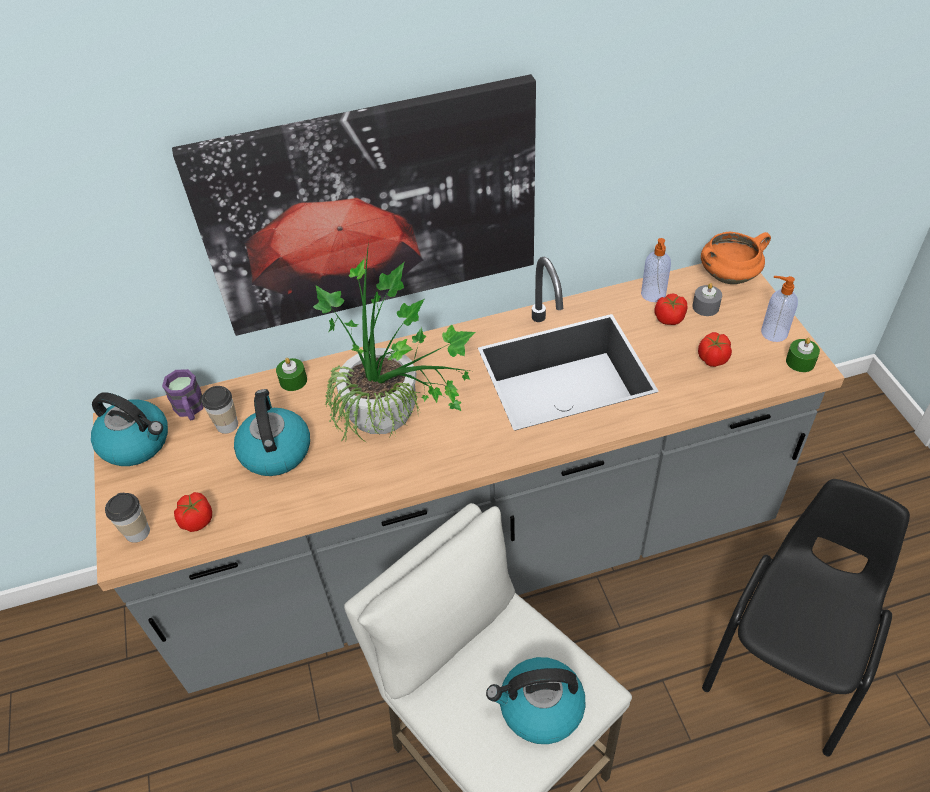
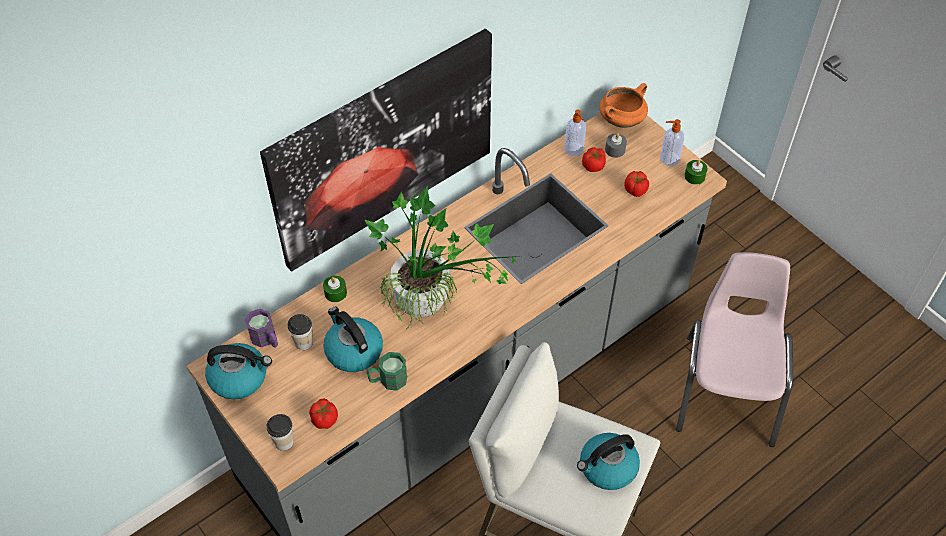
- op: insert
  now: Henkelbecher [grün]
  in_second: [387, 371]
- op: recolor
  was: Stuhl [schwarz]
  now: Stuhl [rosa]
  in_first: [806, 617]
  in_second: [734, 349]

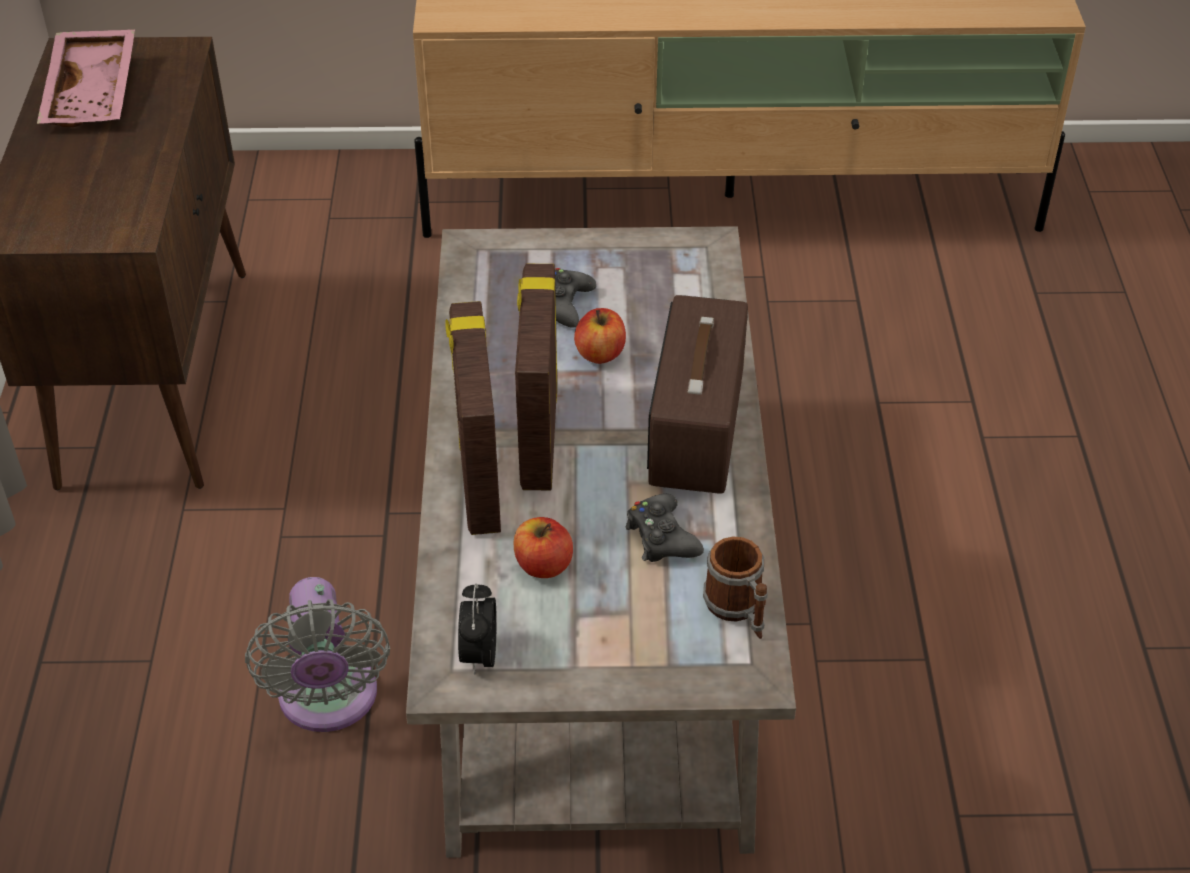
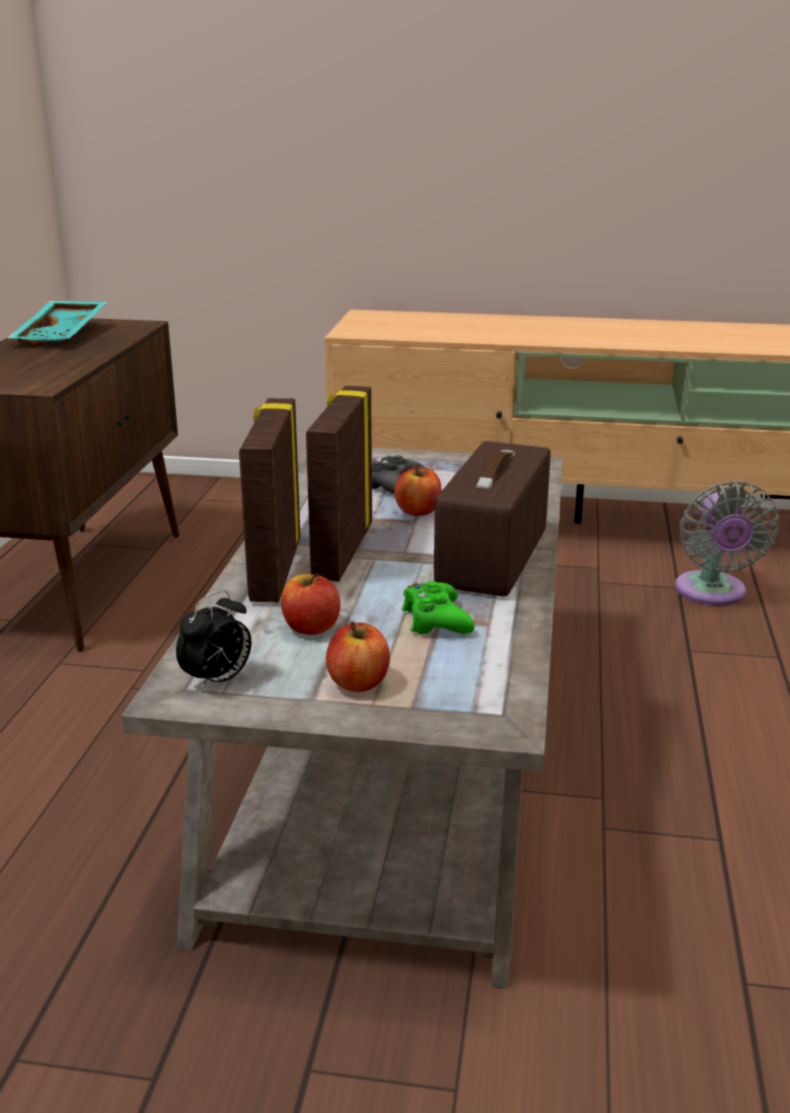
- op: delete
  was: Henkelbecher
  in_first: [735, 587]
- op: insert
  now: Apfel
  in_second: [358, 657]
- op: move
  was: Ventilator [grau]
  in_first: [317, 654]
  in_second: [727, 543]
- op: recolor
  was: Tablett [rosa]
  now: Tablett [türkis]
  in_first: [86, 78]
  in_second: [56, 324]
- op: recolor
  was: Gamepad [schwarz]
  now: Gamepad [grün]
  in_first: [664, 528]
  in_second: [438, 607]
- op: rotate
  was: Wecker
  in_first: [477, 629]
  in_second: [213, 641]
  clockwise: -150

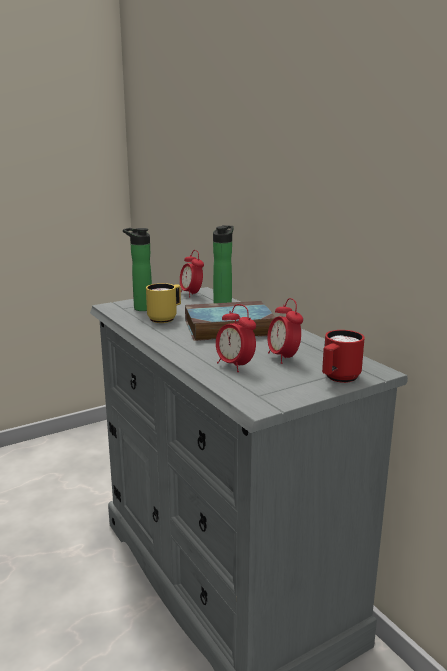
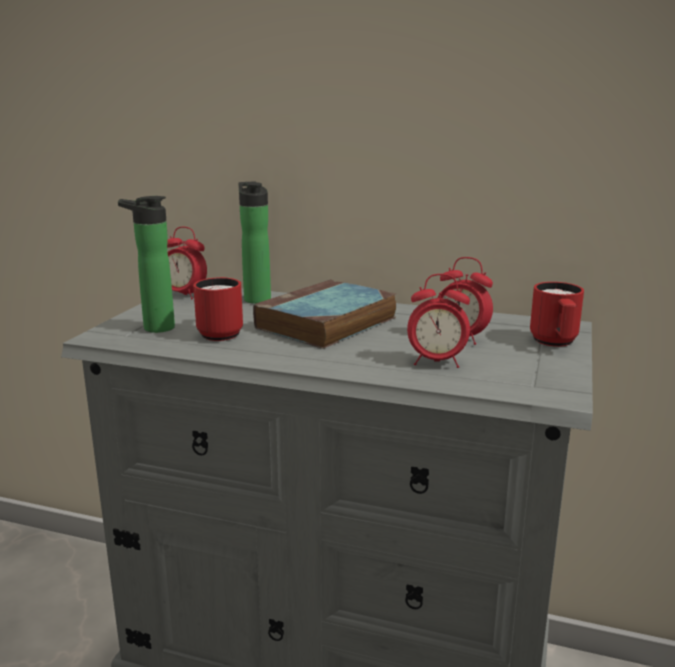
- op: recolor
  was: Henkelbecher [gelb]
  now: Henkelbecher [rot]
  in_first: [163, 303]
  in_second: [218, 309]

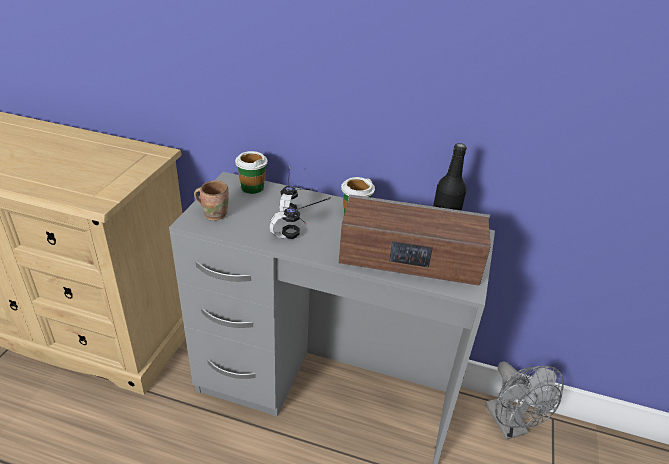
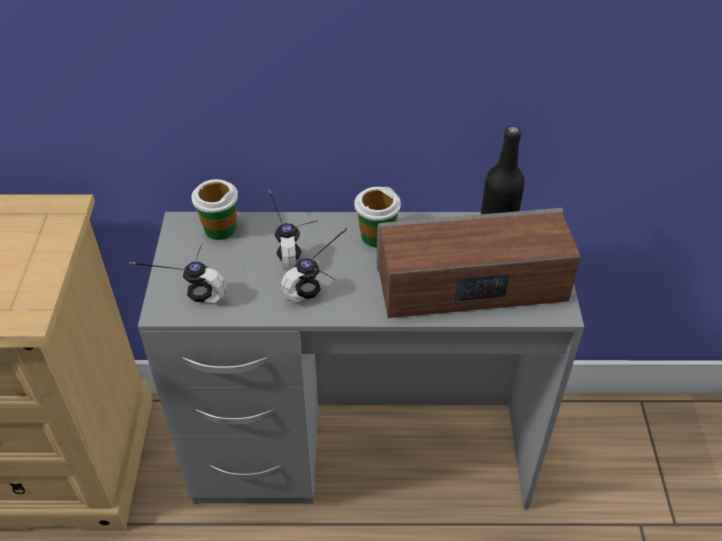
- op: delete
  was: Ventilator [grau]
  in_first: [524, 400]
- op: replace
  was: Henkelbecher [braun]
  now: Kopfhörer
  in_first: [211, 201]
  in_second: [177, 273]

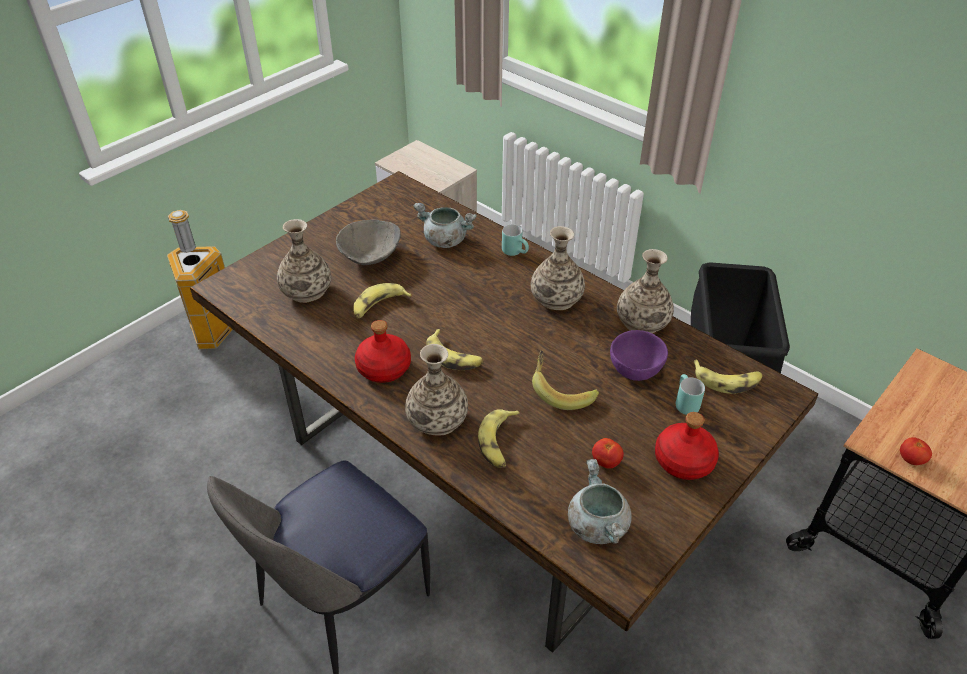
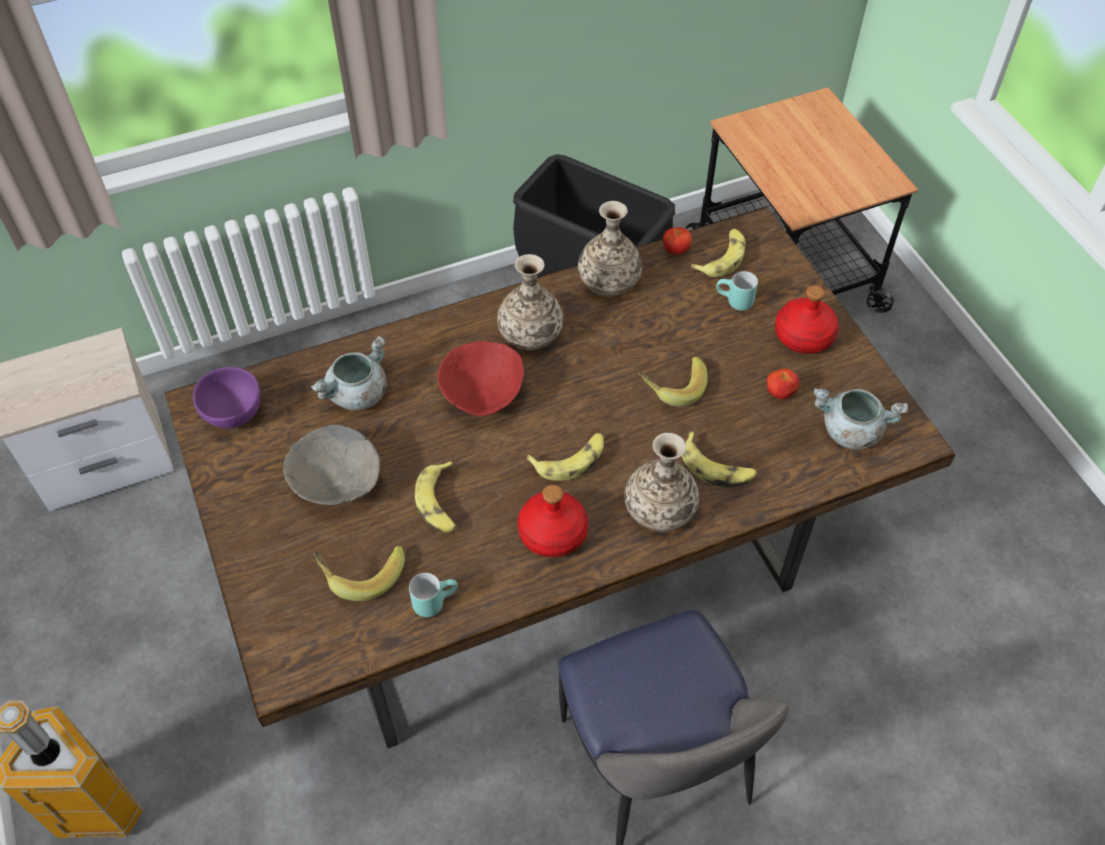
- op: insert
  now: Schüssel [rot]
  in_second: [480, 378]
- op: move
  was: Henkelbecher [türkis]
  in_first: [515, 240]
  in_second: [433, 595]
- op: move
  was: Schüssel [lila]
  in_first: [639, 355]
  in_second: [226, 398]
- op: move
  was: Tomate
  in_first: [916, 451]
  in_second: [677, 241]
- op: replace
  was: Vase
  now: Banane
  in_first: [304, 261]
  in_second: [359, 573]

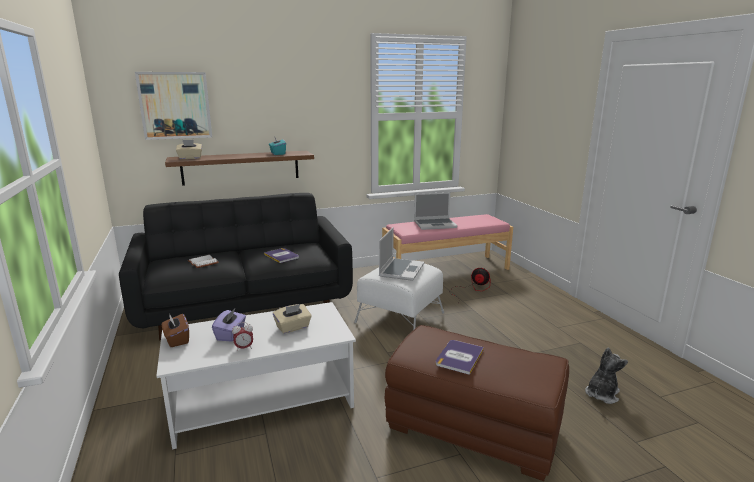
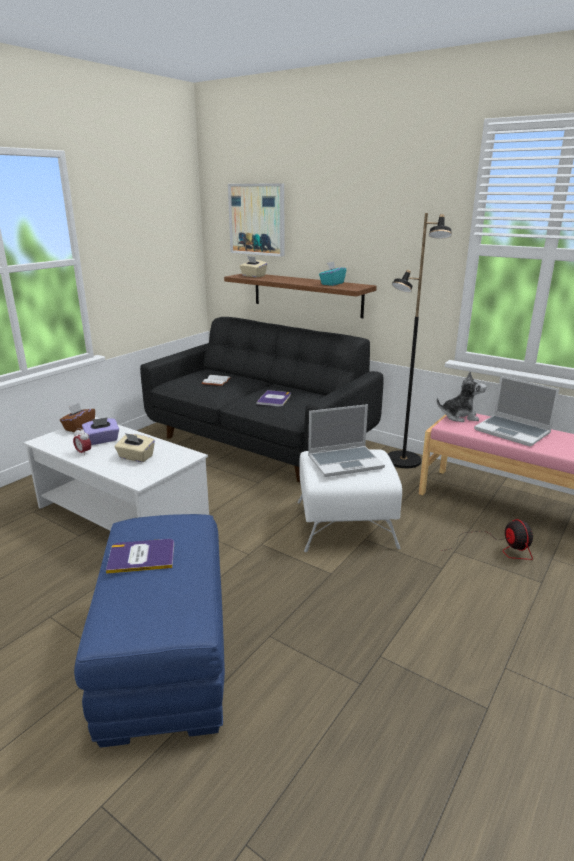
- op: insert
  now: Stehlampe [schwarz]
  in_second: [420, 340]
- op: move
  was: Plüschtier
  in_first: [606, 375]
  in_second: [461, 396]
- op: recolor
  was: Polsterhocker [braun]
  now: Polsterhocker [blau]
  in_first: [477, 403]
  in_second: [149, 631]

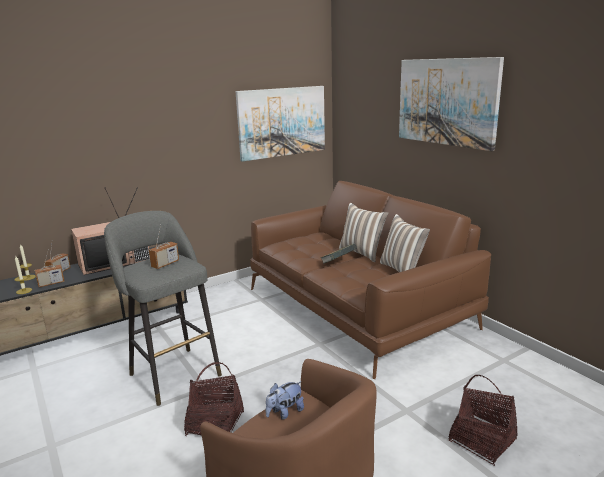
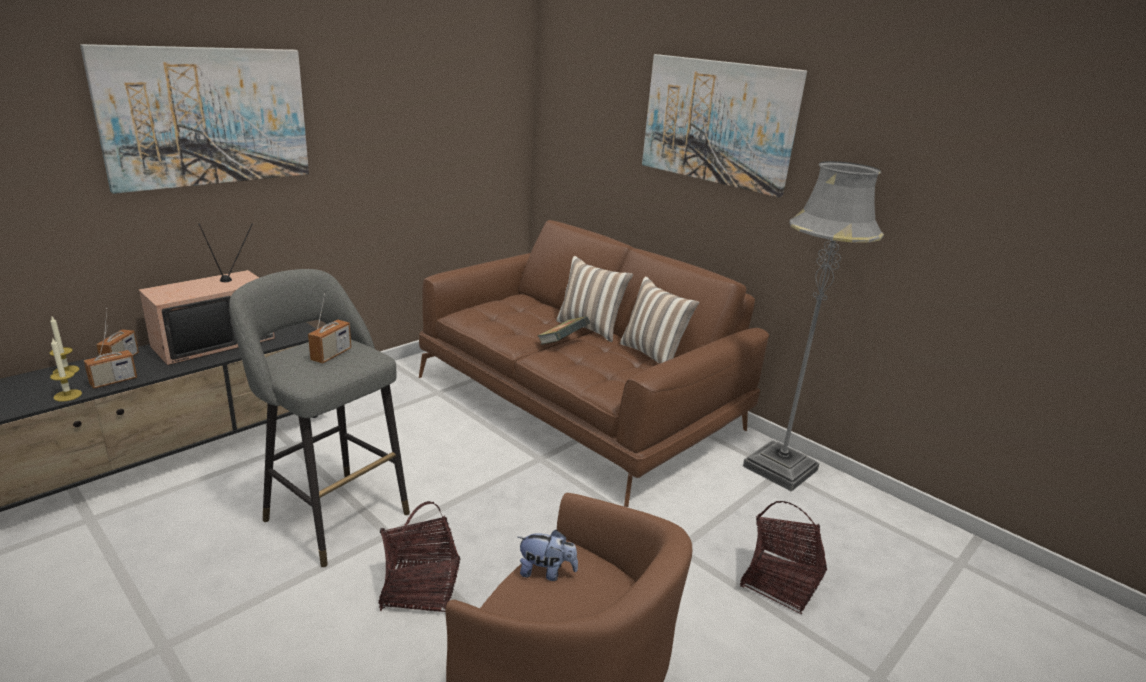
- op: insert
  now: Stehlampe [grau]
  in_second: [813, 326]
- op: move
  was: Bild
  in_first: [280, 124]
  in_second: [194, 119]
- op: rotate
  was: Plüschtier
  in_first: [285, 400]
  in_second: [548, 555]
  clockwise: -120

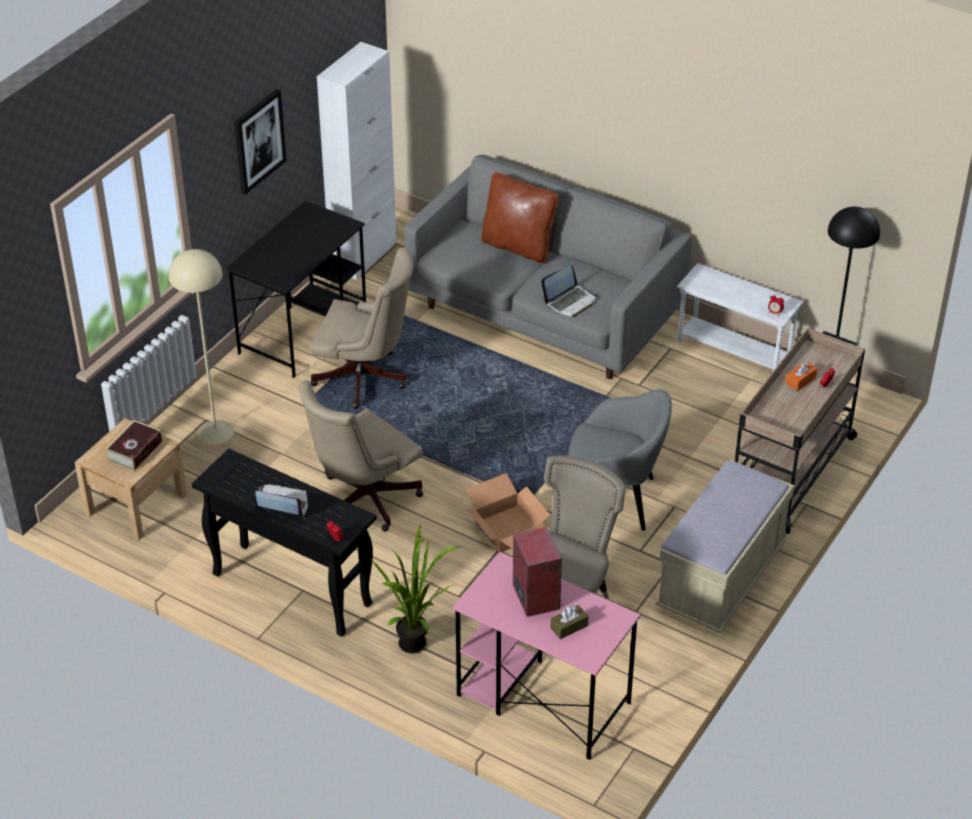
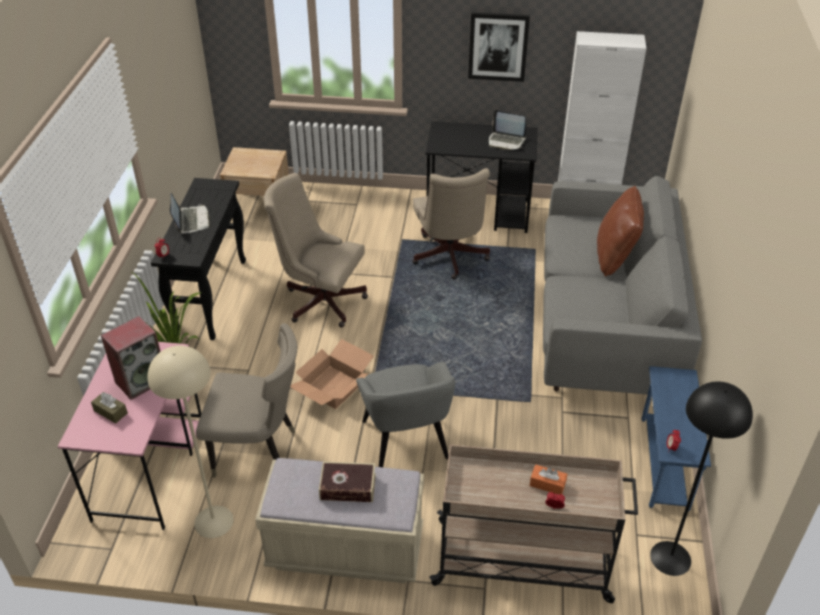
- op: move
  was: Buch
  in_first: [133, 445]
  in_second: [347, 481]
- op: move
  was: Stehlampe [beige]
  in_first: [201, 347]
  in_second: [190, 442]
- op: move
  was: Laptop
  in_first: [569, 290]
  in_second: [507, 130]
- op: recolor
  was: Beistelltisch [weiß]
  now: Beistelltisch [blau]
  in_first: [740, 317]
  in_second: [676, 438]

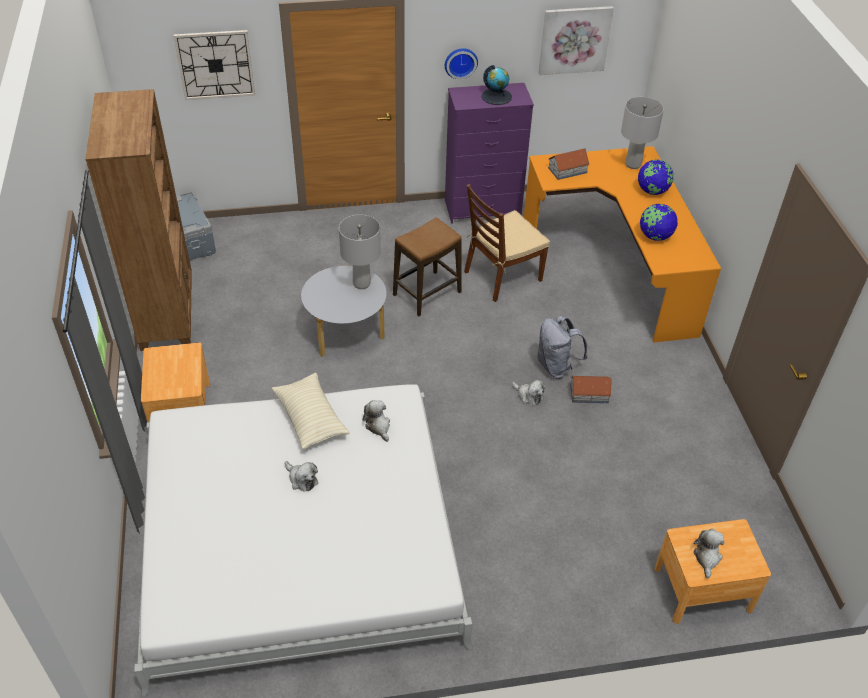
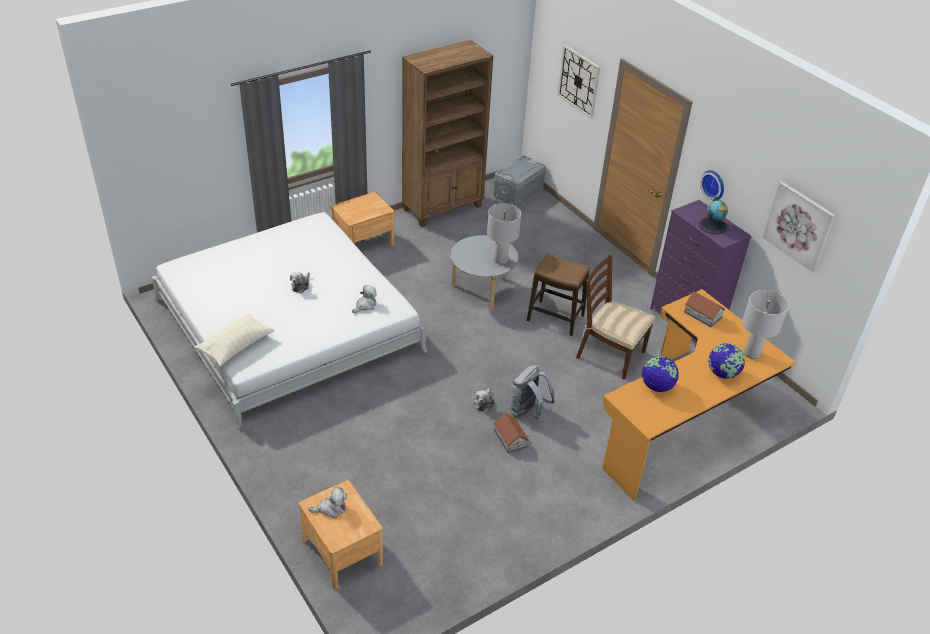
- op: move
  was: Kissen [beige]
  in_first: [310, 411]
  in_second: [234, 340]

